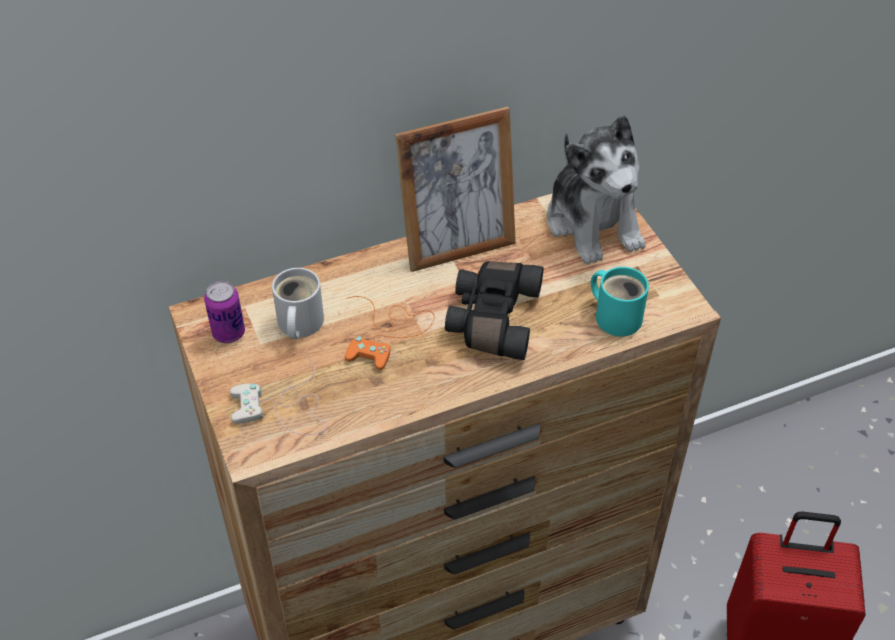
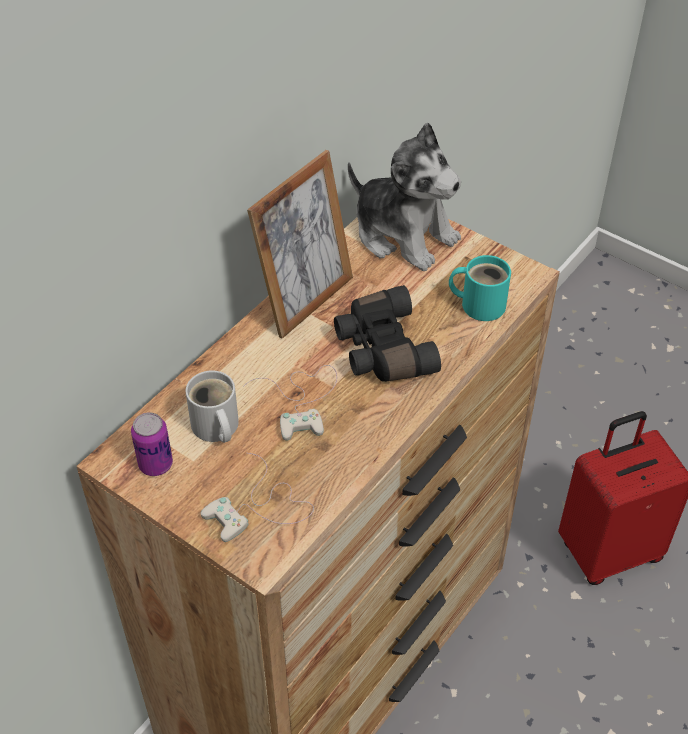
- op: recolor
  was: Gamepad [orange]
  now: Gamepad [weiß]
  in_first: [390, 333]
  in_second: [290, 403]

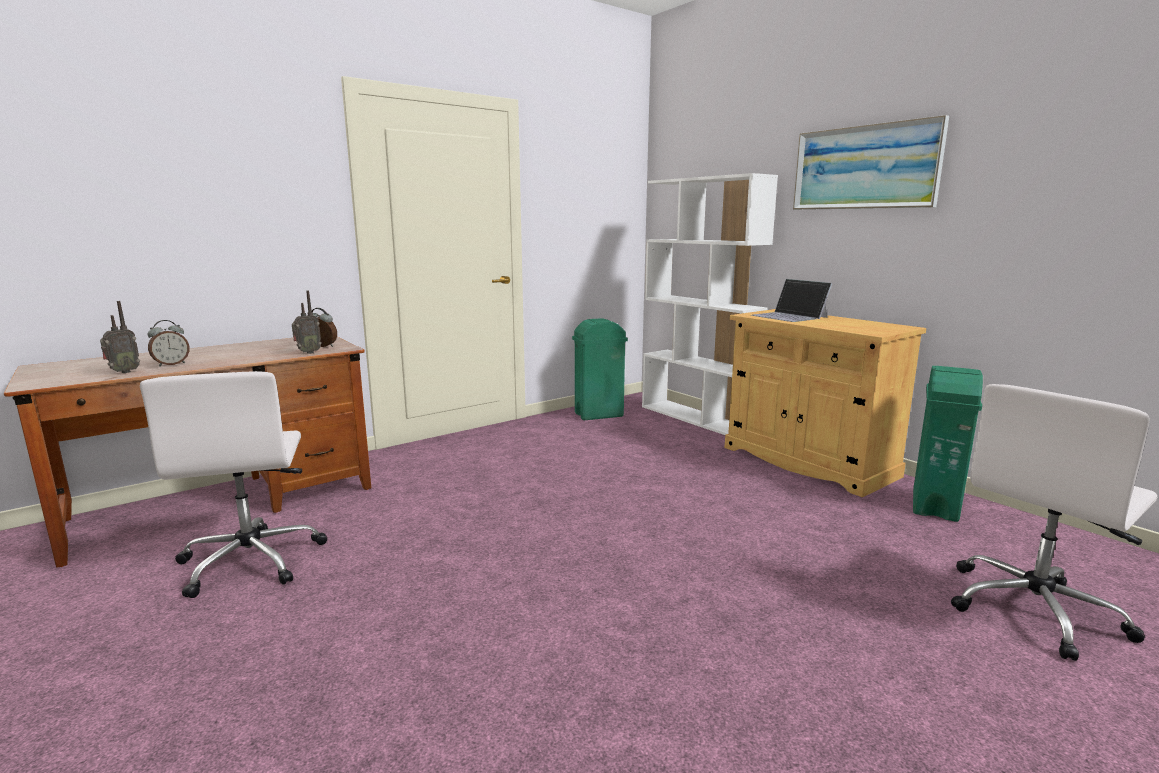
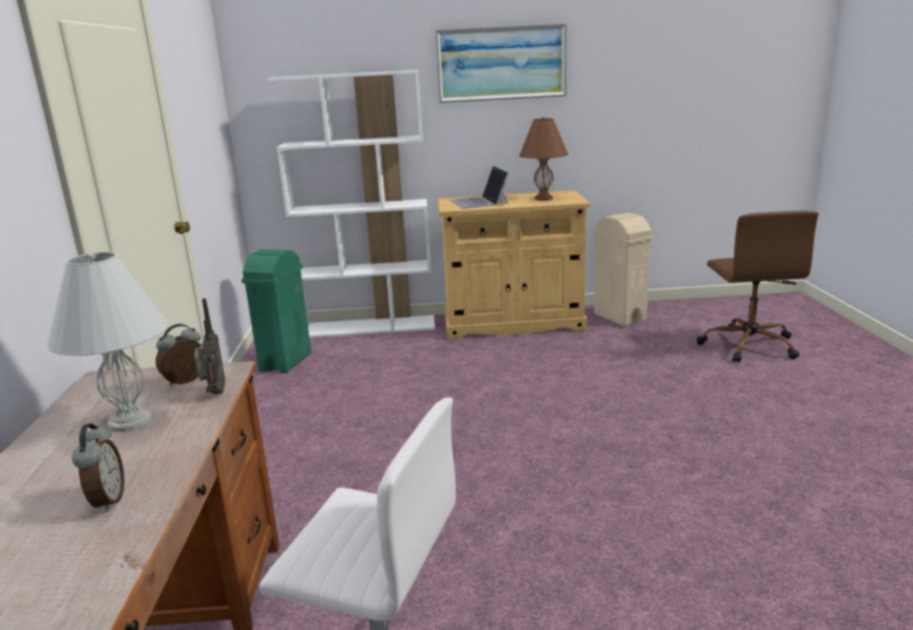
- op: delete
  was: Radio
  in_first: [120, 337]
- op: insert
  now: Tischlampe [weiß]
  in_second: [107, 342]
- op: insert
  now: Tischlampe [braun]
  in_second: [543, 159]
- op: recolor
  was: Mülleimer [grün]
  now: Mülleimer [beige]
  in_first: [948, 444]
  in_second: [623, 269]
- op: recolor
  was: Bürostuhl [weiß]
  now: Bürostuhl [braun]
  in_first: [1054, 522]
  in_second: [757, 286]
- op: rotate
  was: Laptop
  in_first: [791, 300]
  in_second: [479, 187]
  clockwise: 75

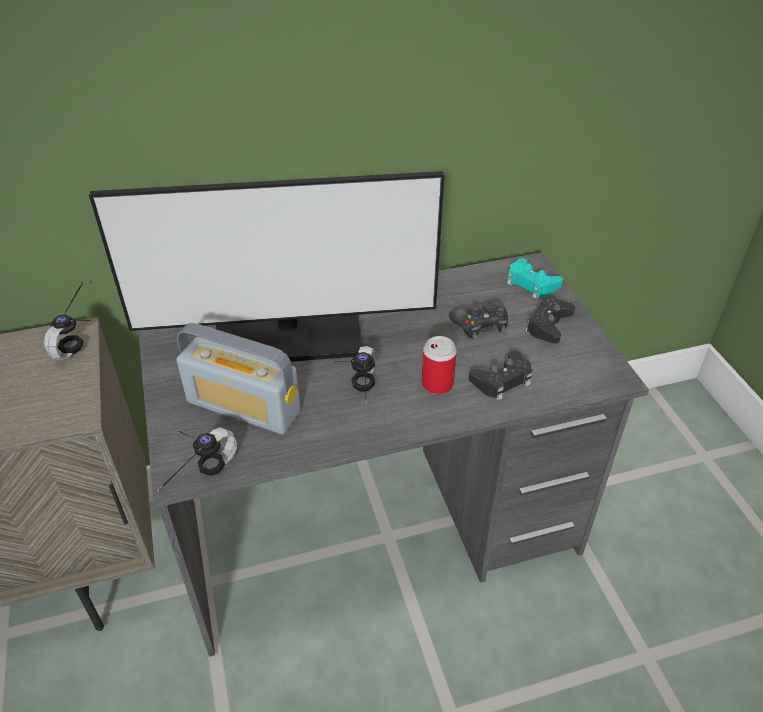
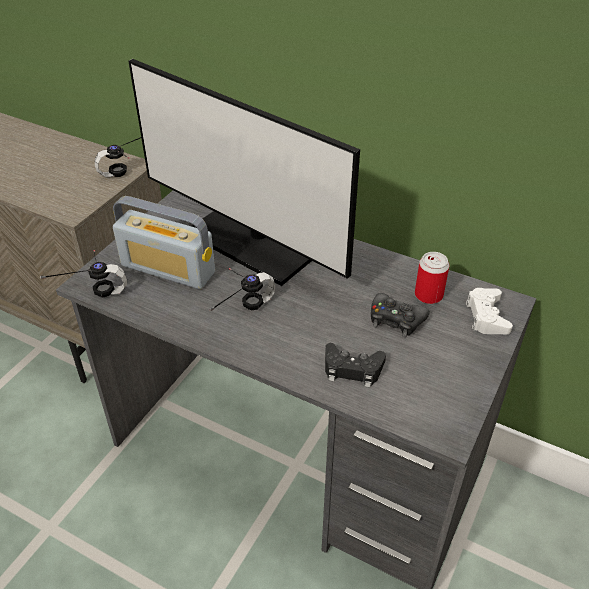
- op: delete
  was: Gamepad [schwarz]
  in_first: [550, 320]
- op: move
  was: Dose
  in_first: [439, 365]
  in_second: [432, 278]
- op: recolor
  was: Gamepad [türkis]
  now: Gamepad [weiß]
  in_first: [535, 278]
  in_second: [489, 311]
- op: rotate
  was: Radio
  in_first: [238, 379]
  in_second: [164, 242]
  clockwise: -45

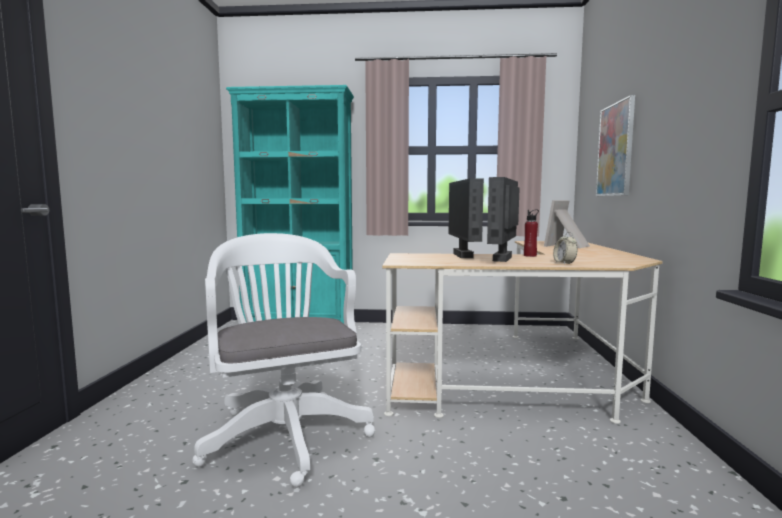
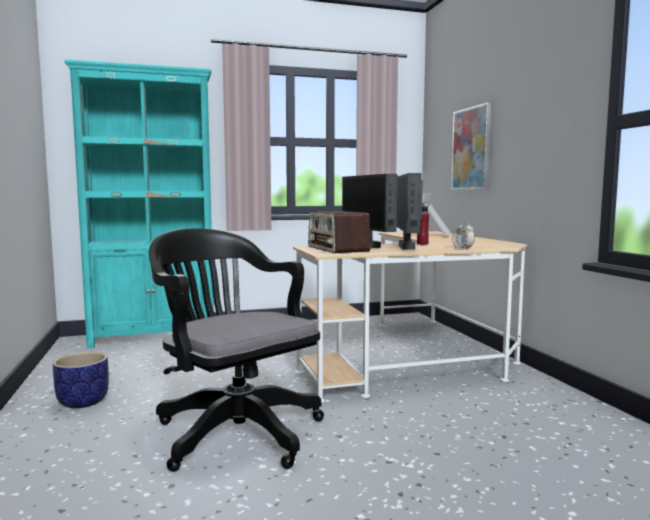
- op: insert
  now: Pflanzkübel
  in_second: [81, 380]
- op: insert
  now: Radio
  in_second: [339, 232]
- op: recolor
  was: Bürostuhl [weiß]
  now: Bürostuhl [schwarz]
  in_first: [283, 360]
  in_second: [236, 350]

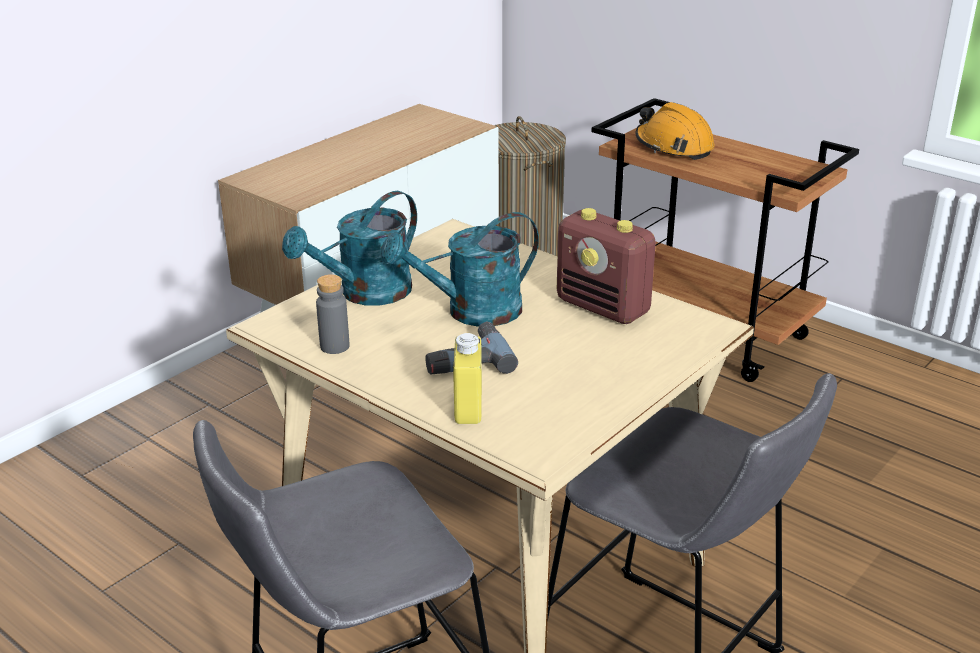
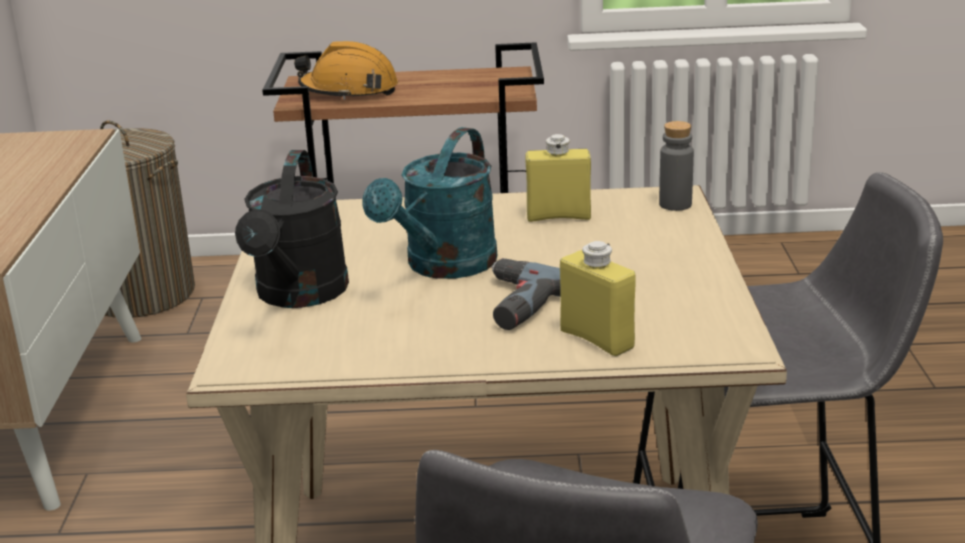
- op: move
  was: Flasche [grau]
  in_first: [333, 314]
  in_second: [676, 166]
- op: replace
  was: Radio
  now: Flasche [gelb]
  in_first: [606, 266]
  in_second: [558, 178]
- op: recolor
  was: Gießkanne [türkis]
  now: Gießkanne [schwarz]
  in_first: [349, 248]
  in_second: [292, 229]

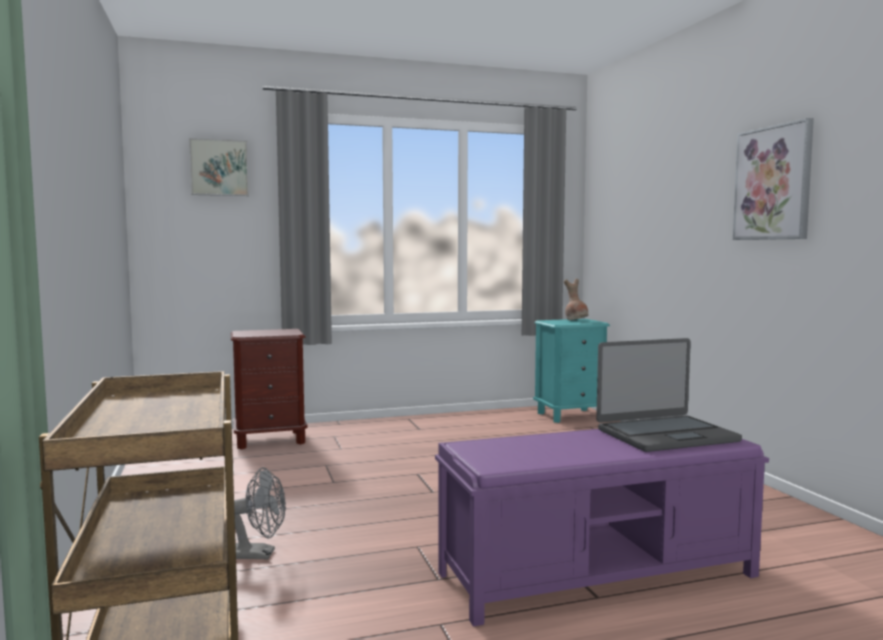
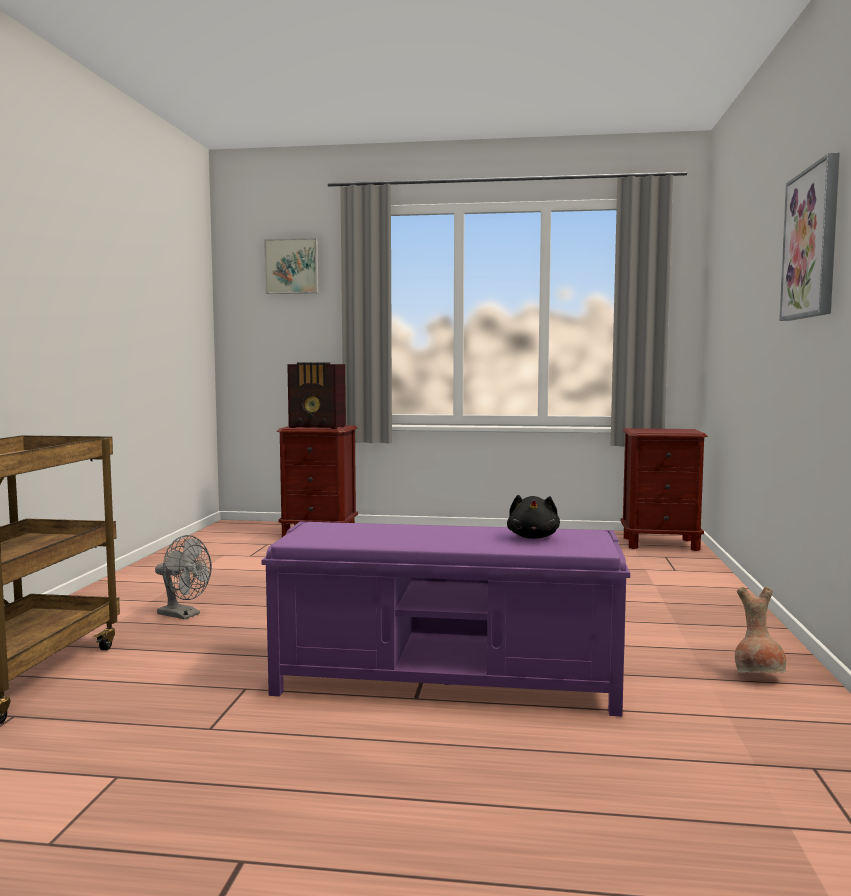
- op: insert
  now: Radio
  in_second: [316, 396]
- op: move
  was: Vase [braun]
  in_first: [576, 299]
  in_second: [760, 629]
- op: replace
  was: Laptop
  now: Plüschtier [schwarz]
  in_first: [669, 395]
  in_second: [533, 517]
- op: recolor
  was: Nachttisch [türkis]
  now: Nachttisch [braun]
  in_first: [571, 371]
  in_second: [664, 489]

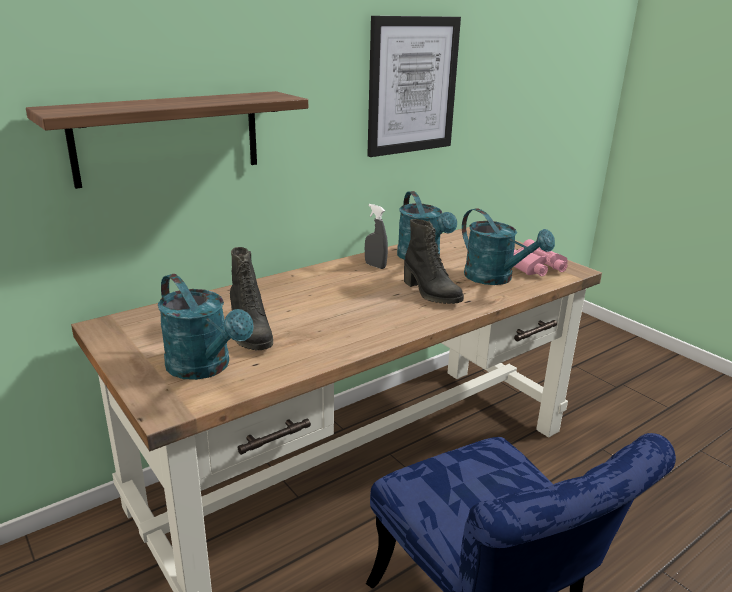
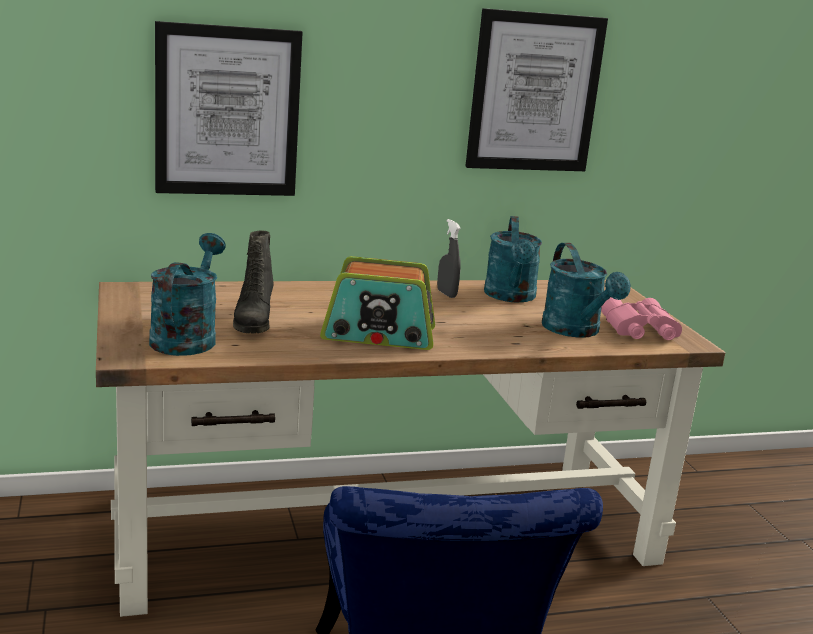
- op: delete
  was: Stiefel [schwarz]
  in_first: [434, 261]
- op: insert
  now: Radio
  in_second: [377, 303]
- op: replace
  was: Wandregal
  now: Bild
  in_first: [167, 140]
  in_second: [229, 108]
- op: rotate
  was: Gießkanne [türkis]
  in_first: [206, 327]
  in_second: [187, 294]
  clockwise: -150

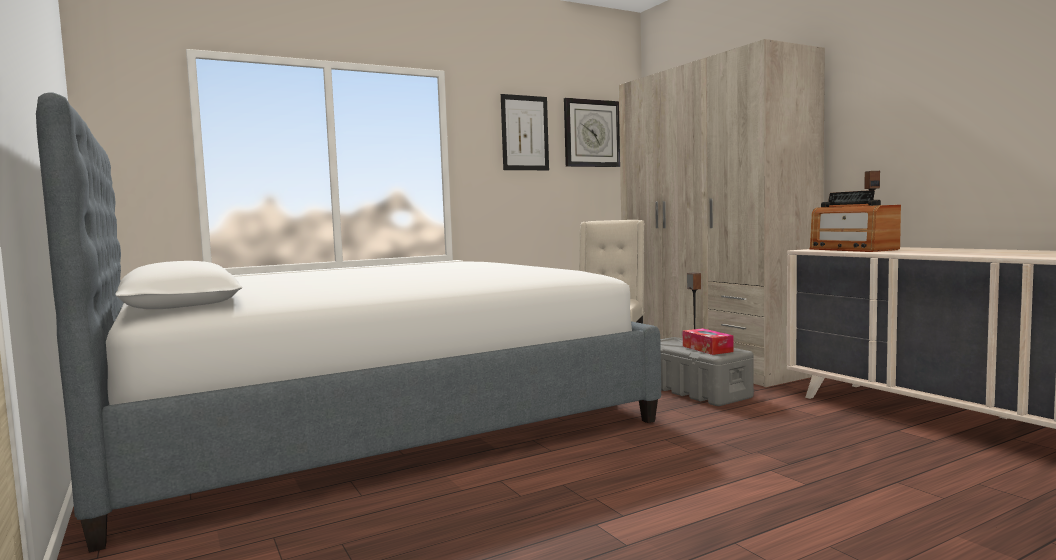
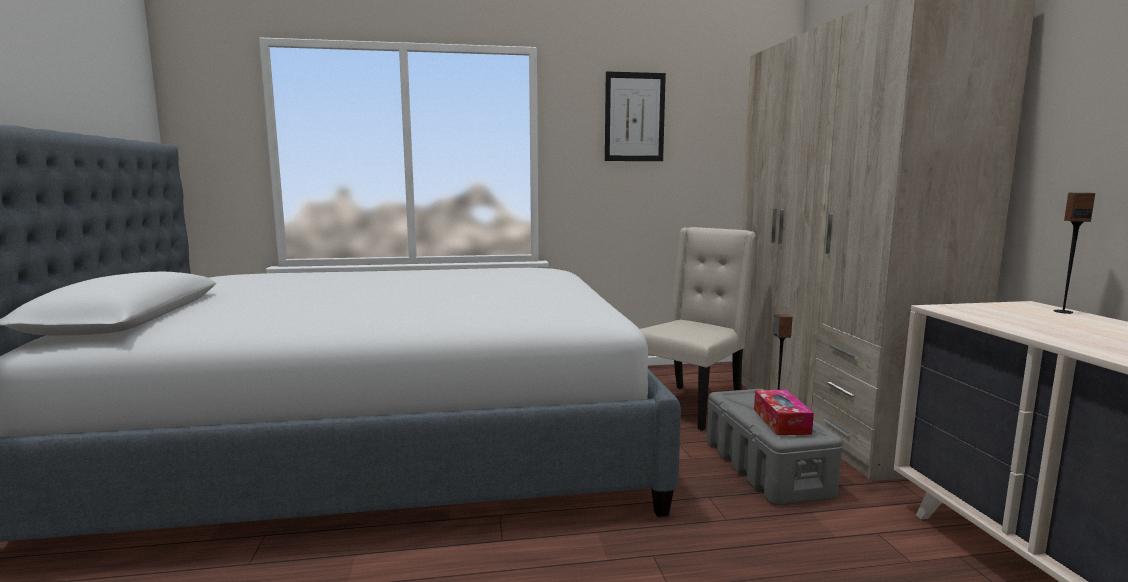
- op: delete
  was: Wanduhr
  in_first: [592, 132]
- op: delete
  was: Radio
  in_first: [855, 221]

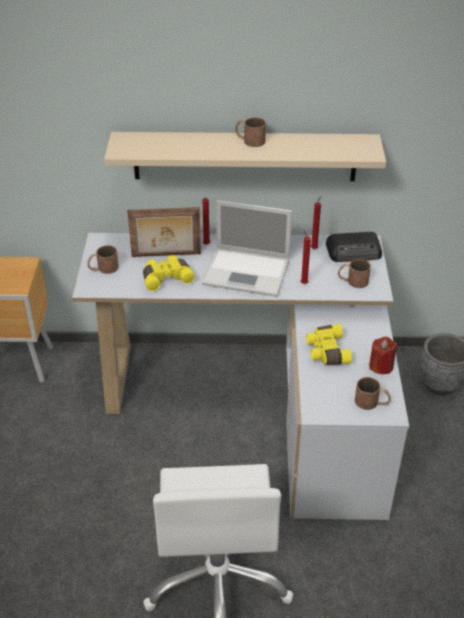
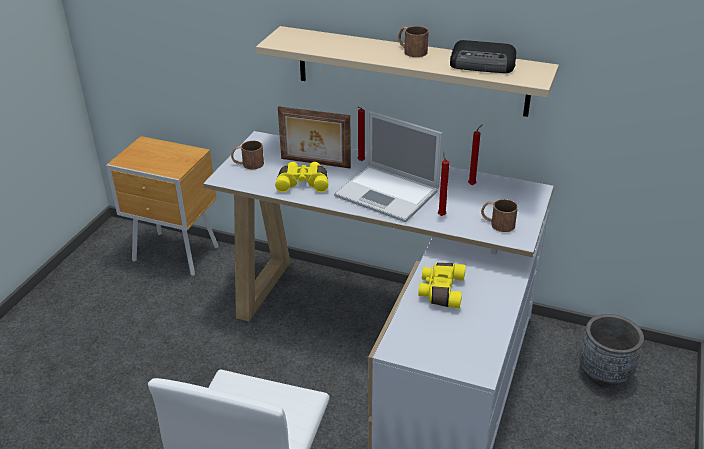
- op: delete
  was: Henkelbecher [braun]
  in_first: [373, 393]
- op: delete
  was: Kerze [rot]
  in_first: [383, 355]
- op: move
  was: Radio
  in_first: [354, 247]
  in_second: [483, 56]

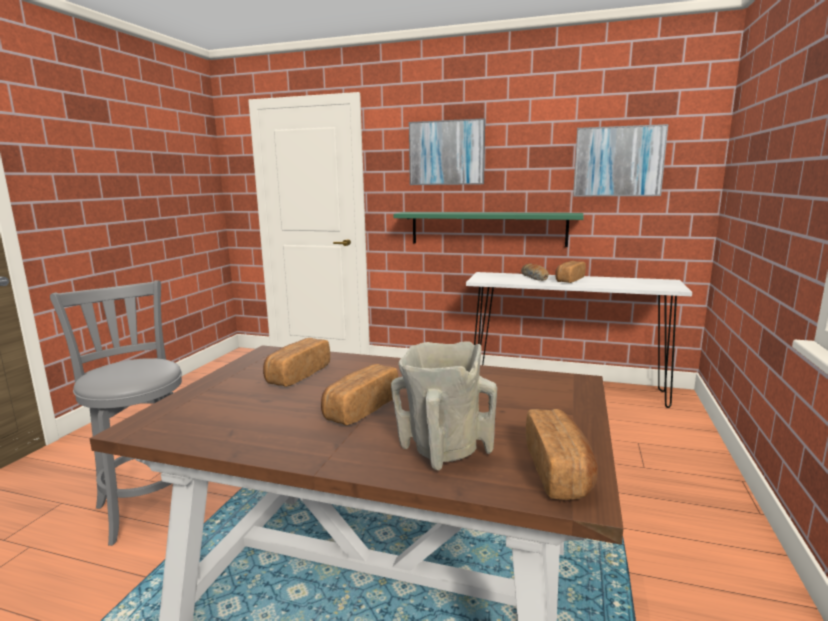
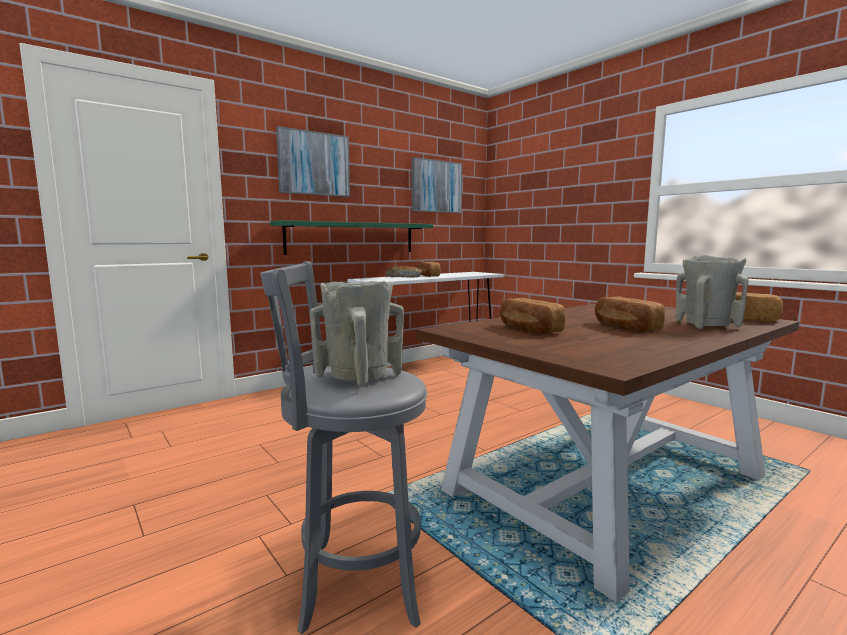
- op: insert
  now: Vase [beige]
  in_second: [357, 334]

